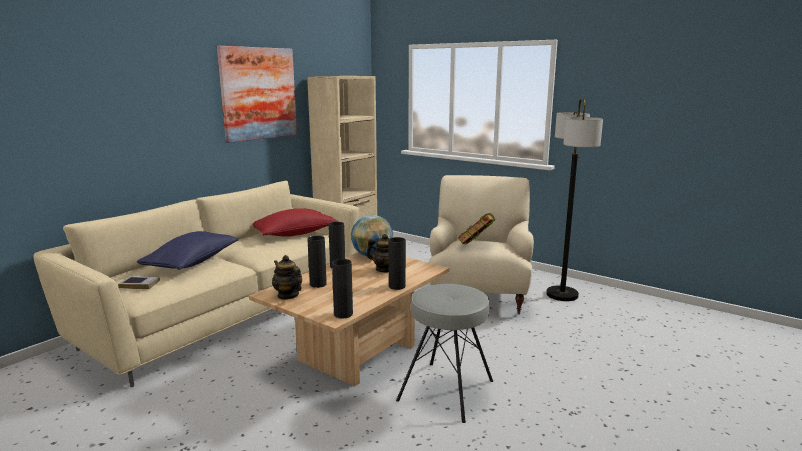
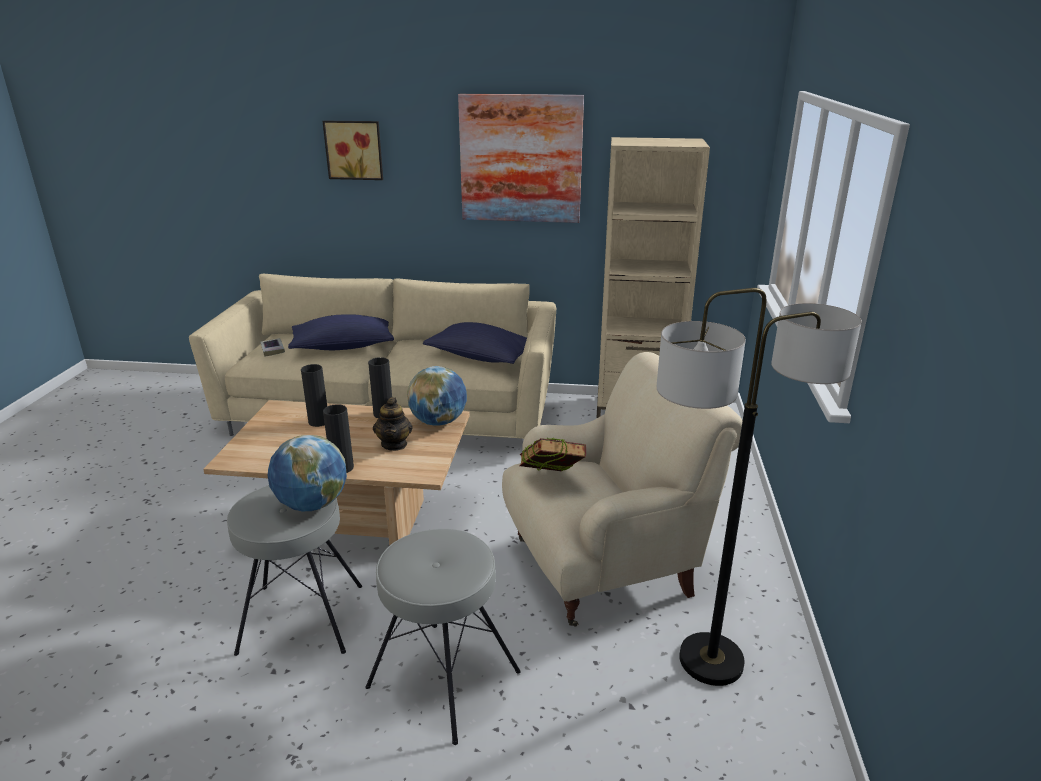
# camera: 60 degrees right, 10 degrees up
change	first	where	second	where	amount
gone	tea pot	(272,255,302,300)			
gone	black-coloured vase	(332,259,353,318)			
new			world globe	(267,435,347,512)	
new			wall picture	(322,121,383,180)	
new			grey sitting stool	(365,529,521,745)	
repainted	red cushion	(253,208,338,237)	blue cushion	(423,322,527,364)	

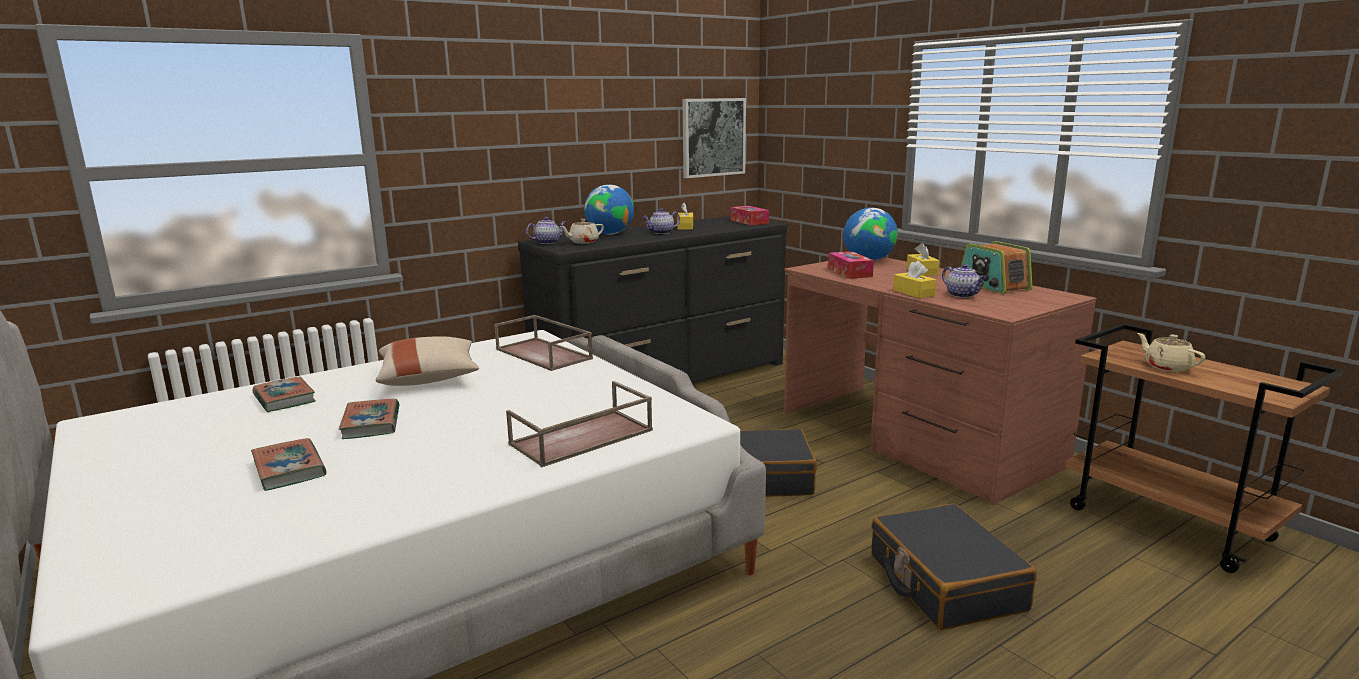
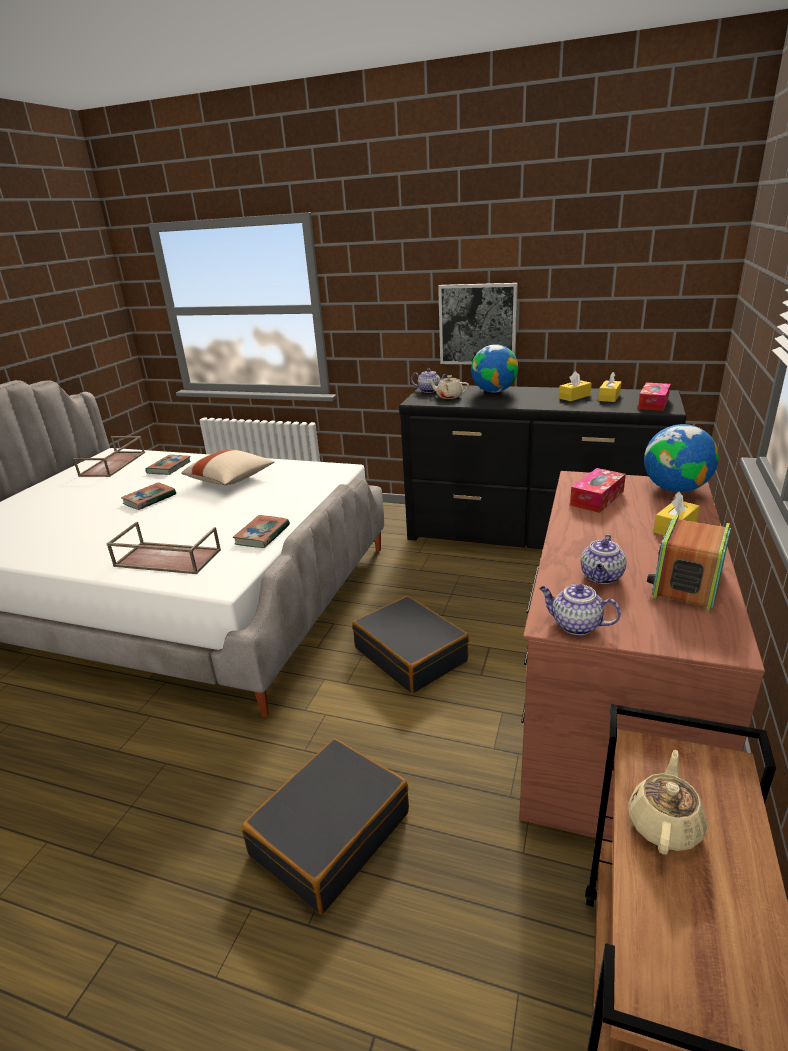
# camera: 55 degrees right, 10 degrees up
change	first	where	second	where	amount
shifted	volume	(251,438,326,491)		(233,515,290,548)	
shifted	brown-coloured tray	(494,315,593,371)		(73,436,145,477)	
shifted	tea pot	(642,208,680,234)		(539,584,621,635)	
shifted	wall picture	(682,98,746,178)		(438,283,518,364)	
shifted	yellow-coloured tissue holder	(893,260,936,298)		(598,372,621,402)	

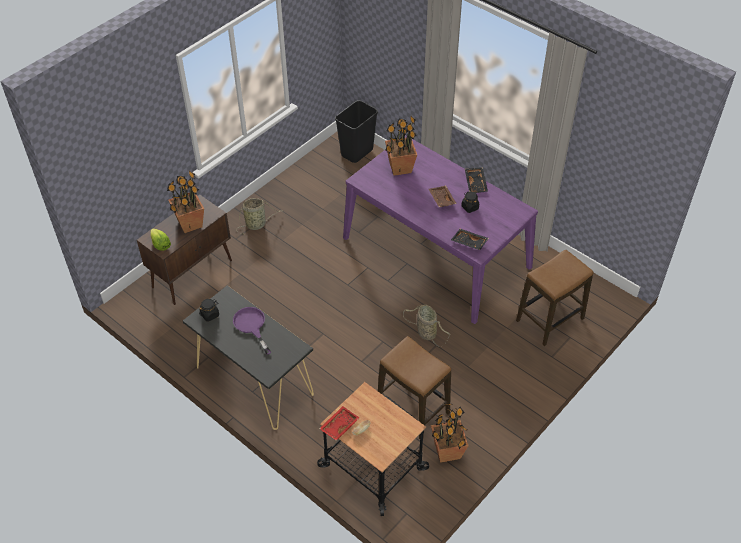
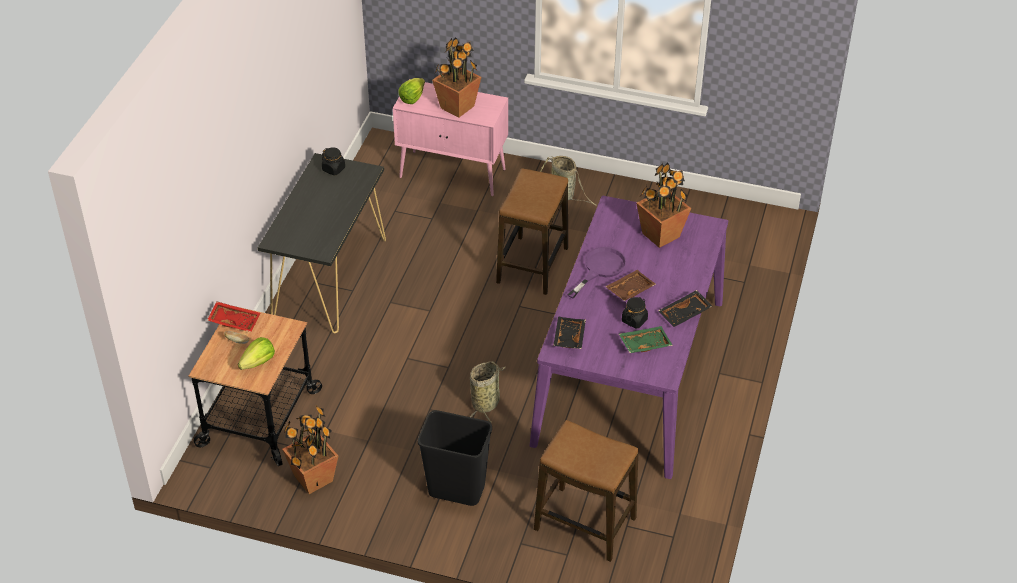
# camera: 65 degrees right, 5 degrees down
change	first	where	second	where	amount
new			lettuce	(238,337,275,370)	
new			greenish tray	(619,326,673,353)	
shifted	purplish pan	(233,307,271,355)		(567,247,626,299)	
shifted	black-coloured trash can	(335,100,378,163)		(418,410,492,506)	
shifted	sitting stool	(378,336,451,439)		(496,168,568,295)	
repainted	brown-coloured cabinet	(137,195,232,305)	pink cabinet	(393,79,508,196)	

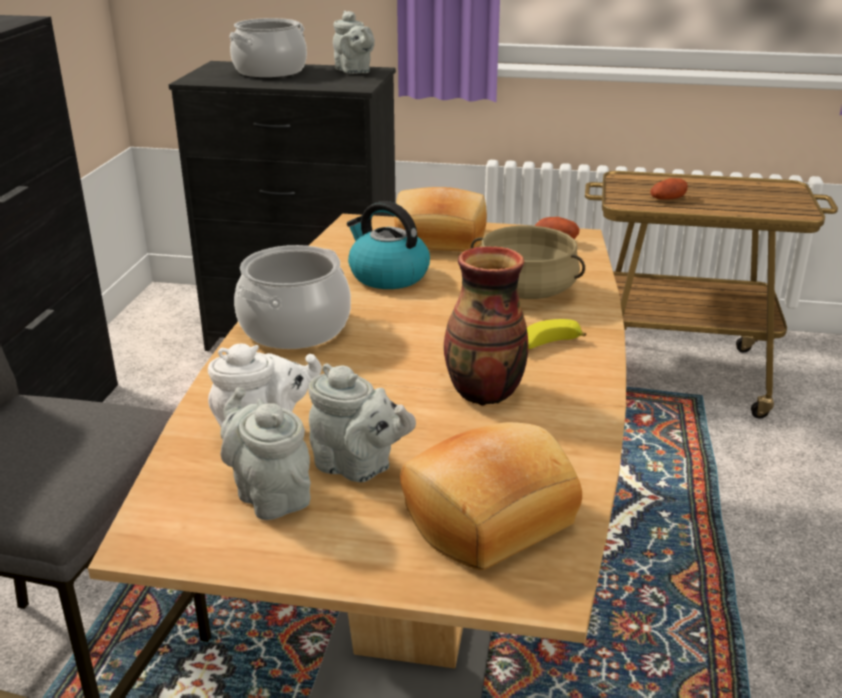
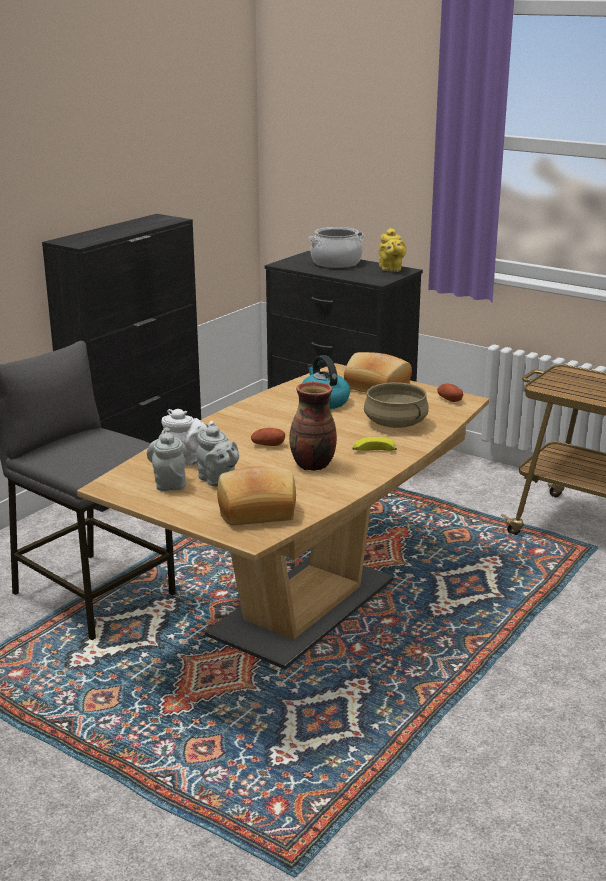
# camera: 25 degrees right, 5 degrees down
change	first	where	second	where	amount
gone	stockpot	(234,245,351,349)			
shifted	whole potato	(650,178,688,199)		(251,428,285,446)	
repainted	grey tea pot	(333,11,375,74)	yellow-coloured tea pot	(379,228,406,272)	

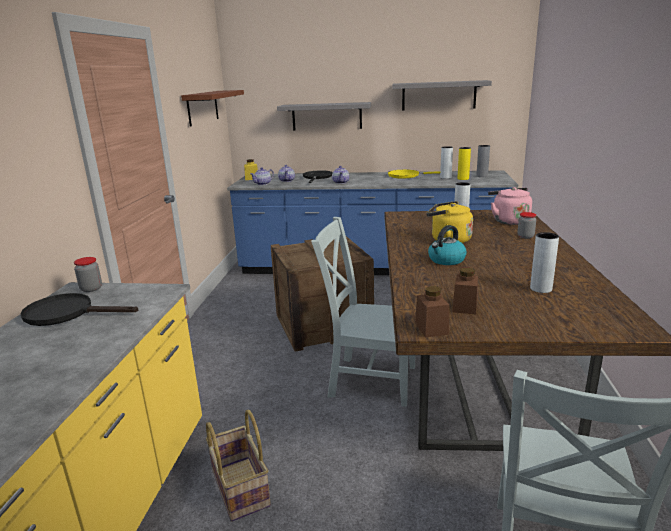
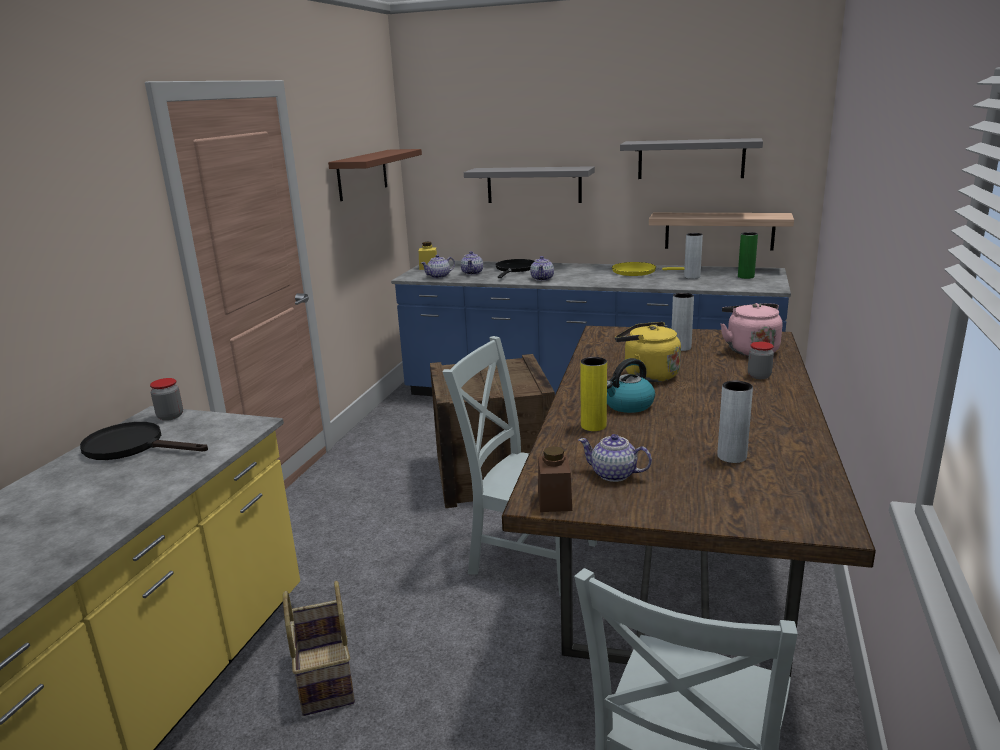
# camera: 10 degrees right, 0 degrees up
change	first	where	second	where	amount
new			wall shelf	(649,213,794,250)	
shifted	yellow-coloured vase	(458,147,471,180)		(580,357,607,431)	
swapped	brown-coloured preserve jar	(453,267,478,315)	tea pot	(578,434,652,482)	
repainted	grey vase	(477,145,490,177)	greenish vase	(738,232,758,279)	

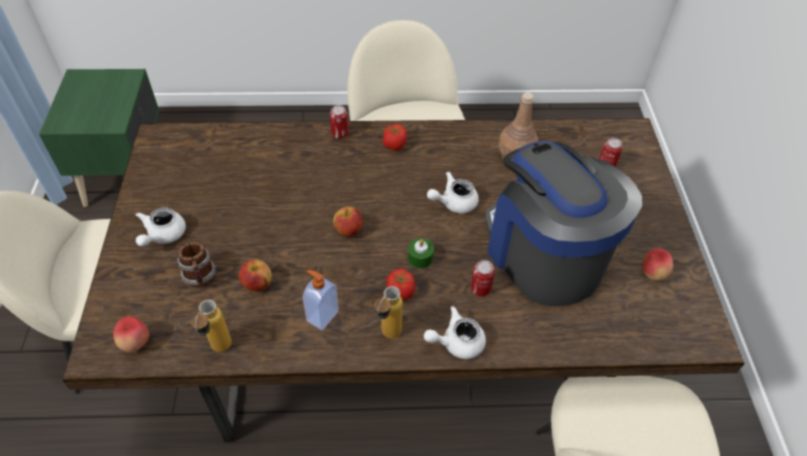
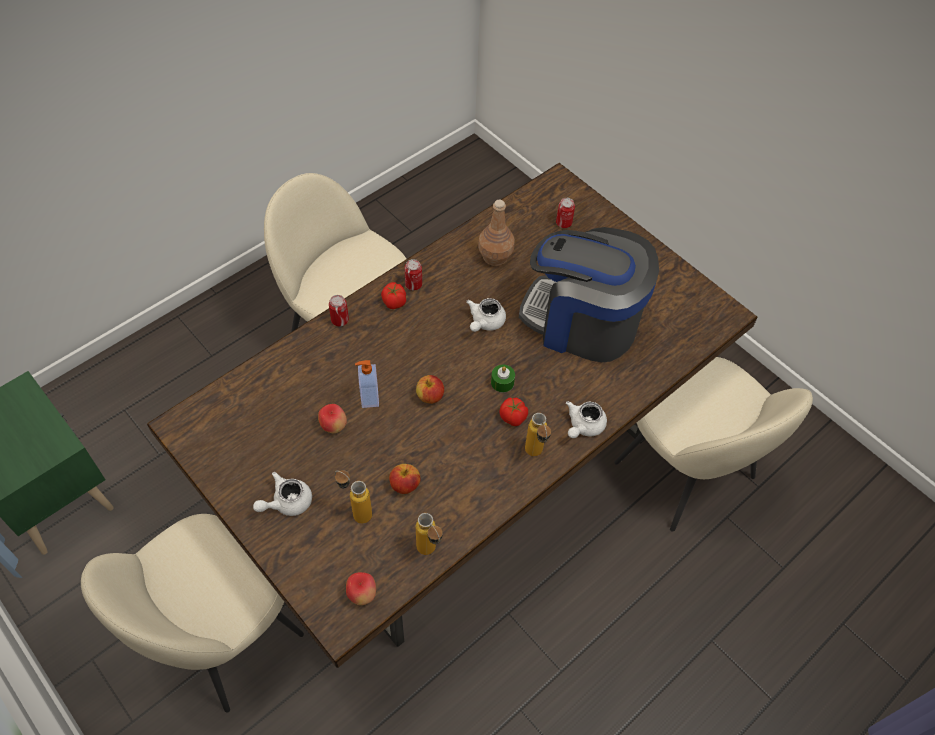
# camera: 40 degrees left, 5 degrees up
change	first	where	second	where	amount
shifted	soap bottle	(303,270,339,330)		(355,360,379,408)	
shifted	sealed can	(470,260,495,296)		(405,259,422,290)	
shifted	apple	(642,249,673,281)		(318,404,347,433)	
swapped	coffee mug	(177,242,216,287)	drink bottle	(335,470,372,524)	
rotated	white-coloured tea pot	(135,207,186,246)		(253,472,312,516)	75 degrees clockwise

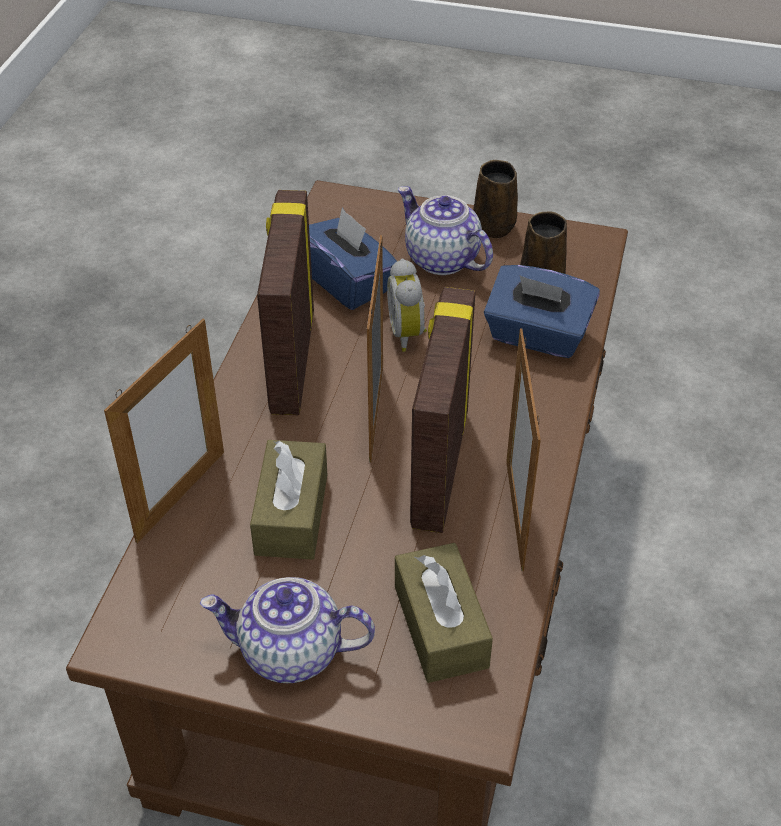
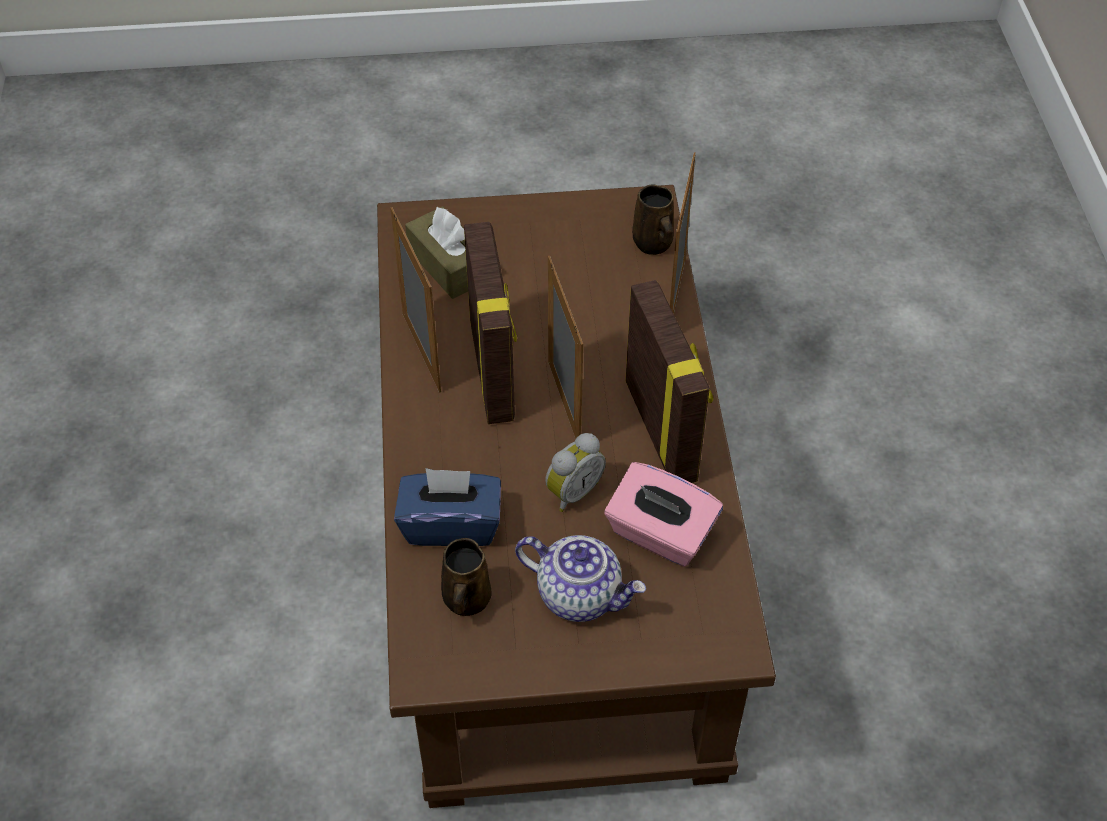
# camera: 160 degrees right, 5 degrees up
change	first	where	second	where	amount
gone	tea pot	(200,577,375,683)			
gone	brown-coloured tissue holder	(250,440,327,560)			
shifted	brown-coloured coffee mug	(473,160,518,238)		(632,184,674,255)	
repainted	blue tissue holder	(309,208,397,310)	pink tissue holder	(604,462,723,566)	
rotated	table clock	(387,259,427,352)		(545,433,606,512)	75 degrees clockwise

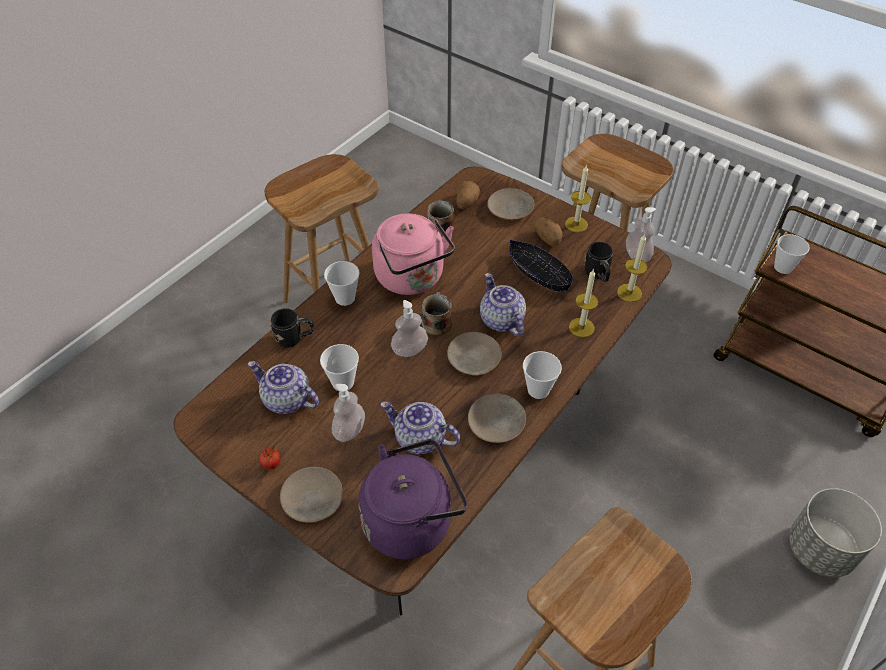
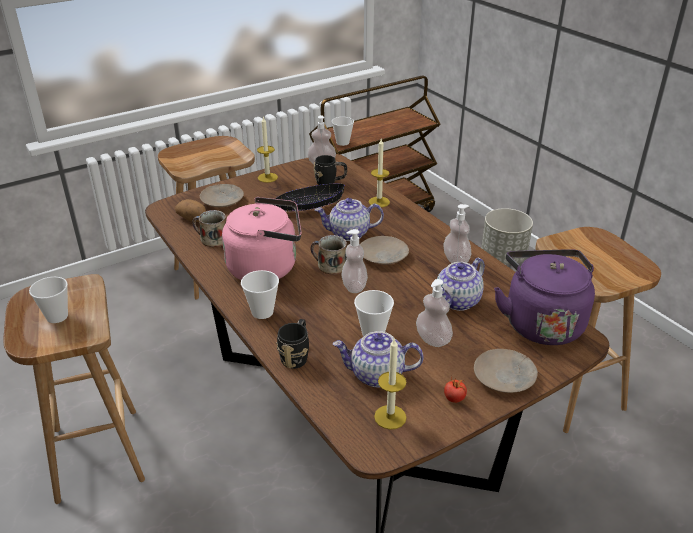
# camera: 70 degrees left, 15 degrees down
change	first	where	second	where	amount
gone	whole potato	(533,217,563,246)			
shifted	cup	(523,351,562,399)		(29,277,68,323)	
shifted	wax light	(617,234,647,302)		(374,337,407,430)	
swapped	beige plate	(468,393,526,443)	soap bottle	(443,204,471,263)	
rotated	tea pot	(248,361,319,414)		(333,331,424,387)	45 degrees clockwise

